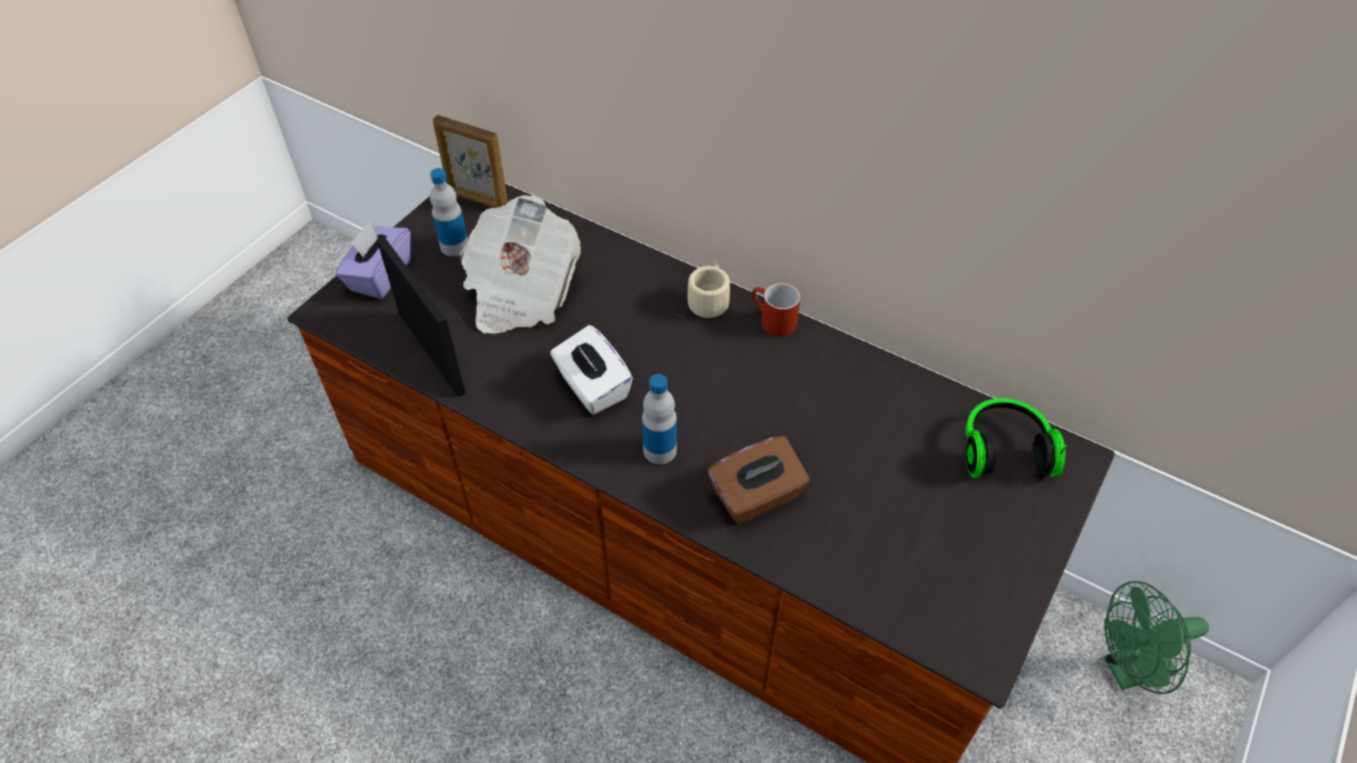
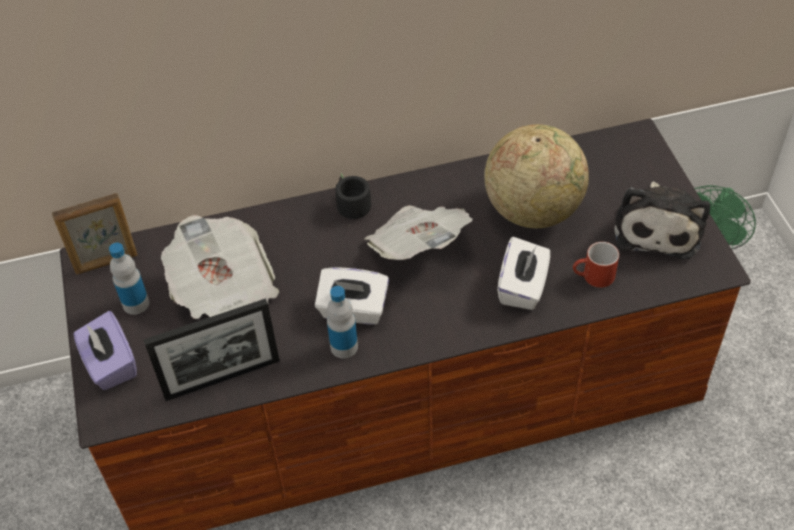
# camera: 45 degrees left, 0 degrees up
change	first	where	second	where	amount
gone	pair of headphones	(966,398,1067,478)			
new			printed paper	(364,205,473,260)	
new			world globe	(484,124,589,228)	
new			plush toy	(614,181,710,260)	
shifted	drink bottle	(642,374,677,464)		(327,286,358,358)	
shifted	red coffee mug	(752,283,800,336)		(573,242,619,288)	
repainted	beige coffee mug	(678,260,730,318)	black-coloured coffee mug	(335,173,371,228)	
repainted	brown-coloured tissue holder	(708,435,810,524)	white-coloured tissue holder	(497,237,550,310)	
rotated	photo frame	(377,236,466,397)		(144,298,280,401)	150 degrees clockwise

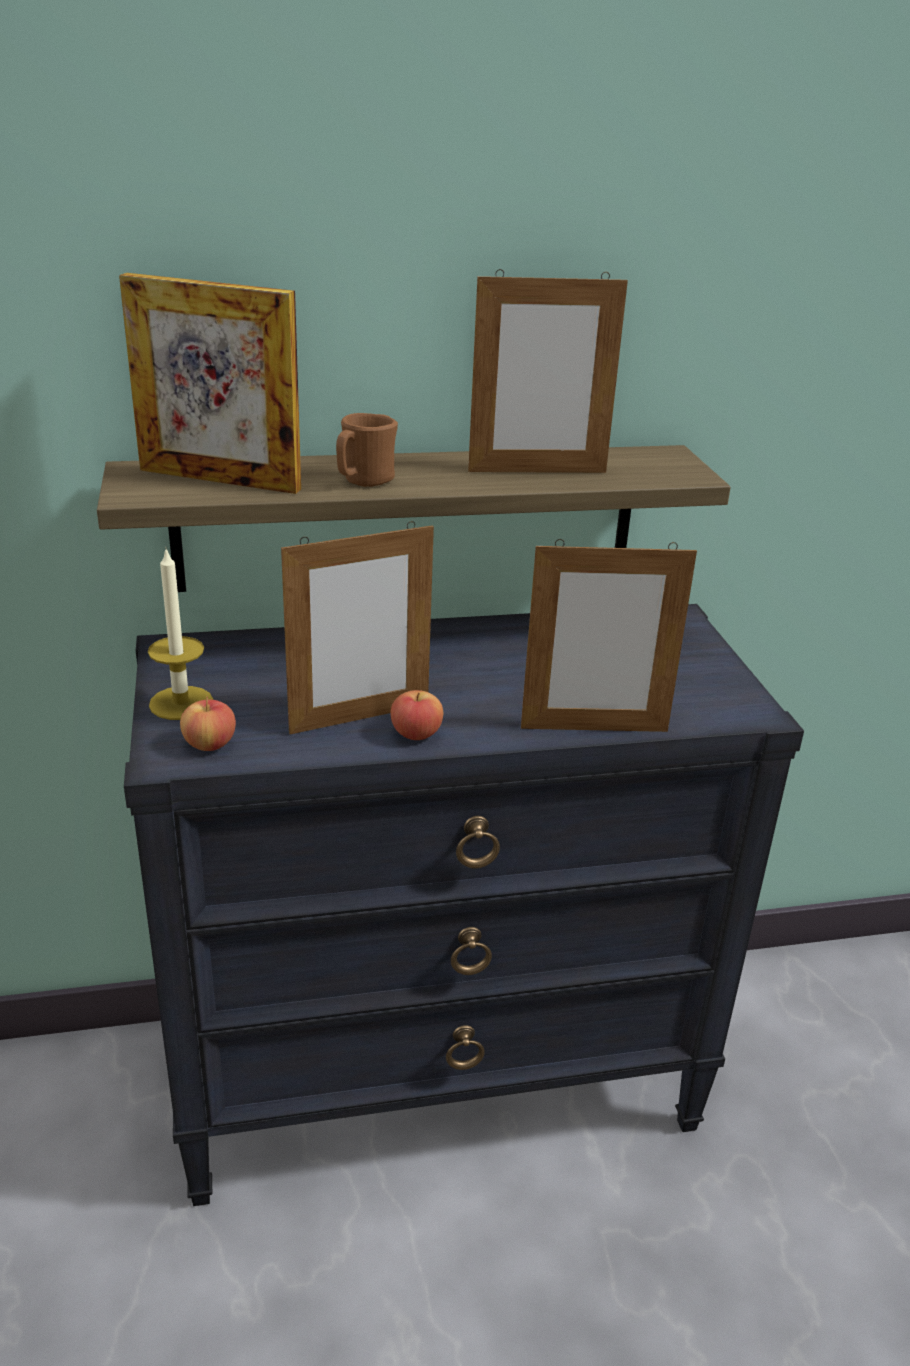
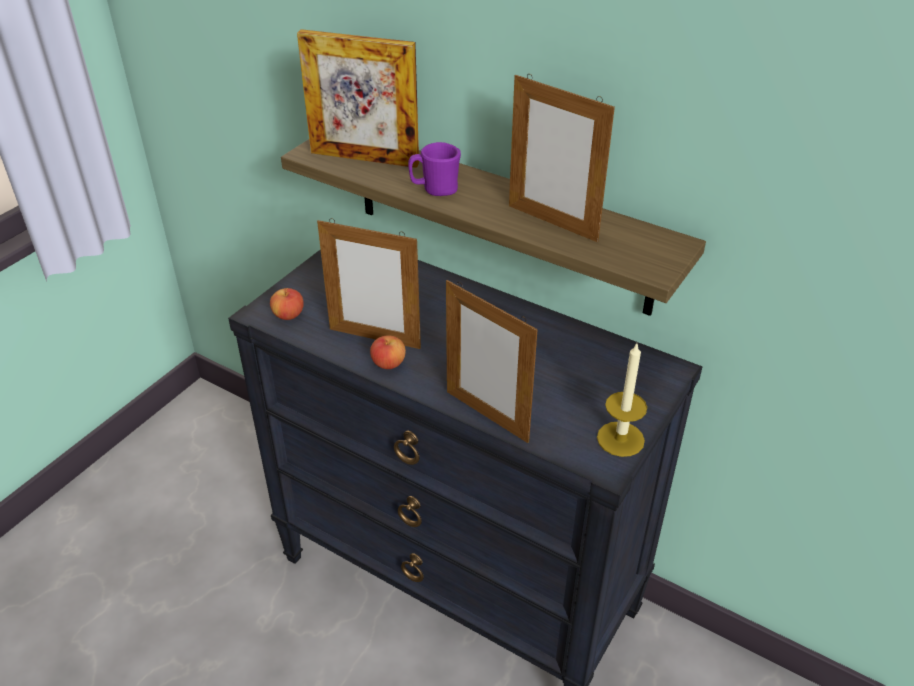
# camera: 45 degrees right, 10 degrees up
change	first	where	second	where	amount
shifted	wax light	(148,547,213,720)		(597,344,647,457)	
repainted	brown-coloured coffee mug	(336,413,398,487)	purplish coffee mug	(408,142,461,196)	
rotated	photo frame	(119,273,301,494)		(297,29,419,168)	45 degrees counterclockwise

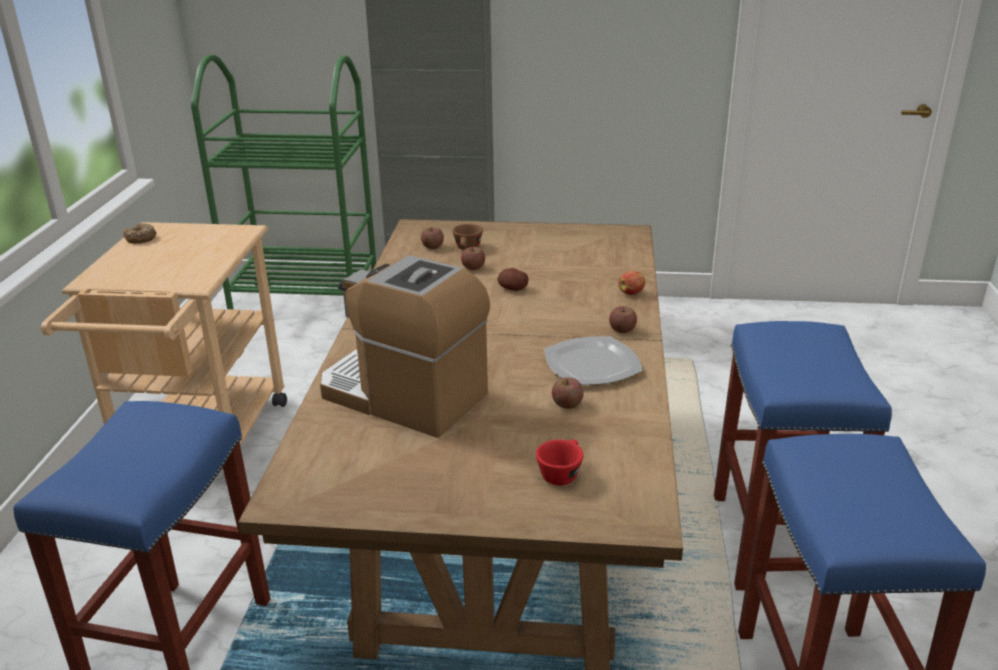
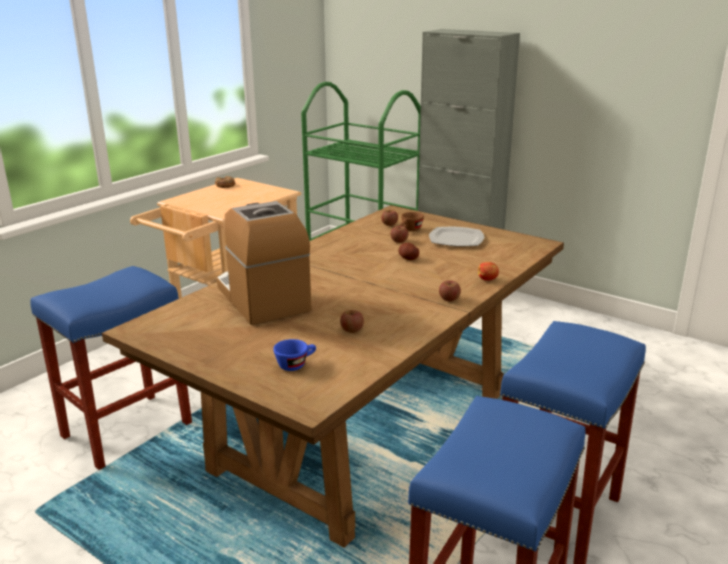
# camera: 30 degrees right, 5 degrees down
change	first	where	second	where	amount
shifted	plate	(544,336,643,385)		(429,227,484,246)	
repainted	red cup	(536,439,584,485)	blue cup	(273,339,316,371)	

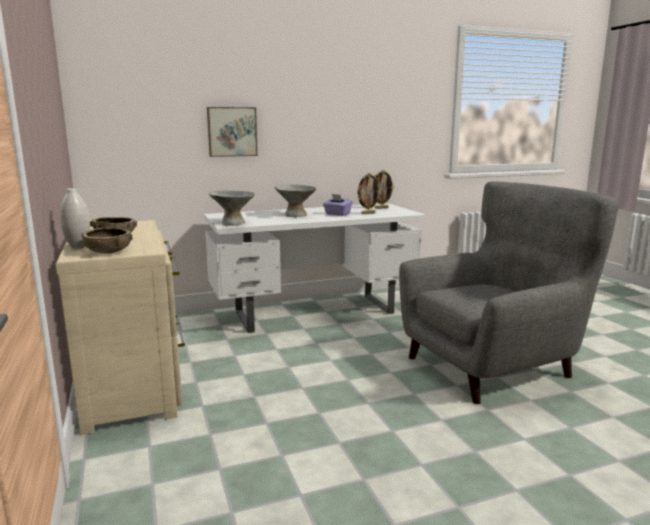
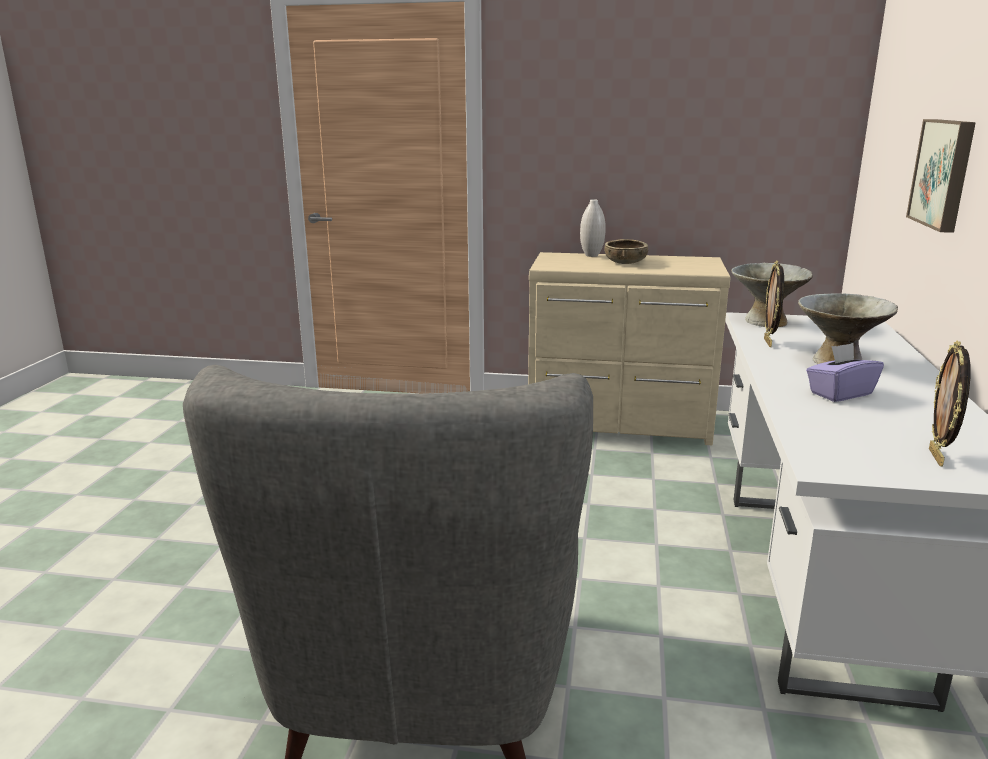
# camera: 120 degrees right, 5 degrees up
change	first	where	second	where	amount
gone	brown-coloured deep dish	(82,228,133,254)			
shifted	photo frame	(357,173,381,214)		(764,260,784,347)	

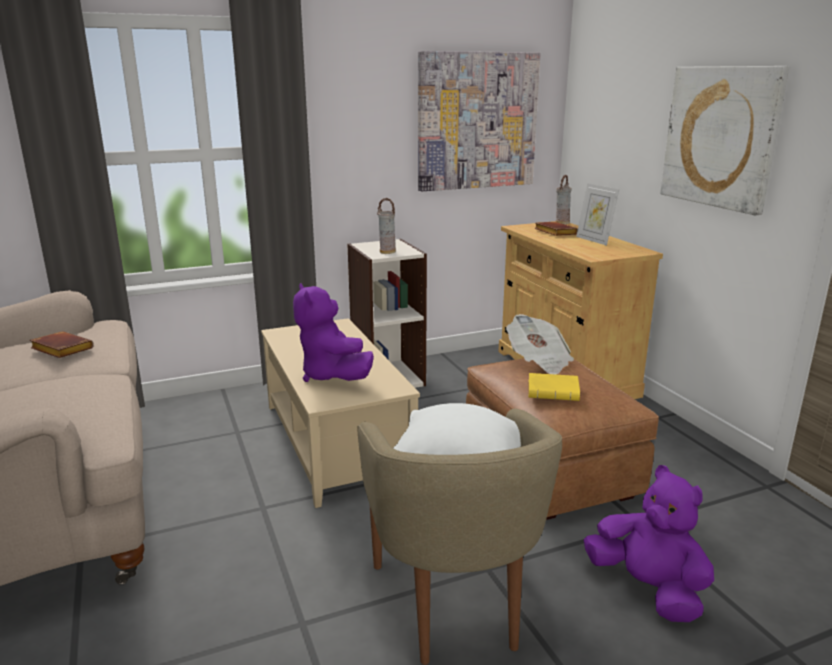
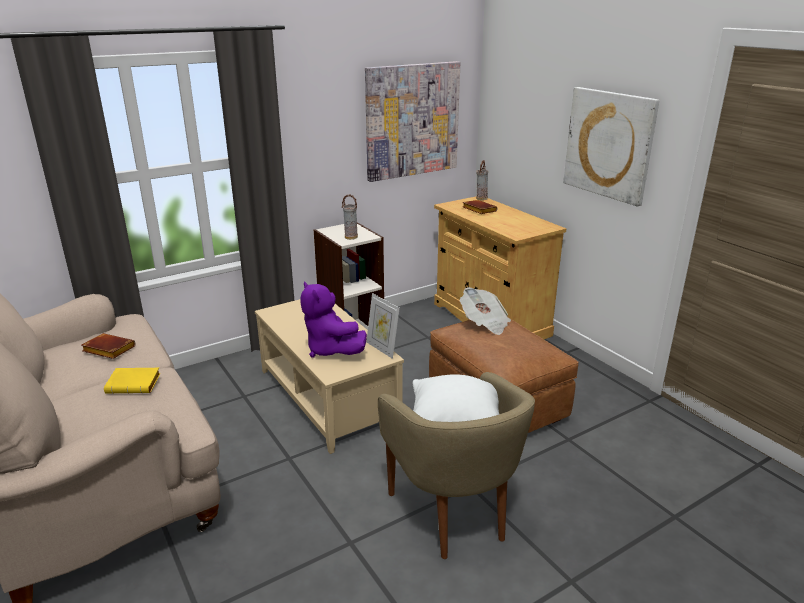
# camera: 10 degrees left, 5 degrees up
change	first	where	second	where	amount
gone	purplish plush toy	(584,465,714,622)			
shifted	yellow-coloured volume	(528,373,580,401)		(104,368,160,394)	
shifted	photo frame	(576,183,619,246)		(366,293,400,359)	

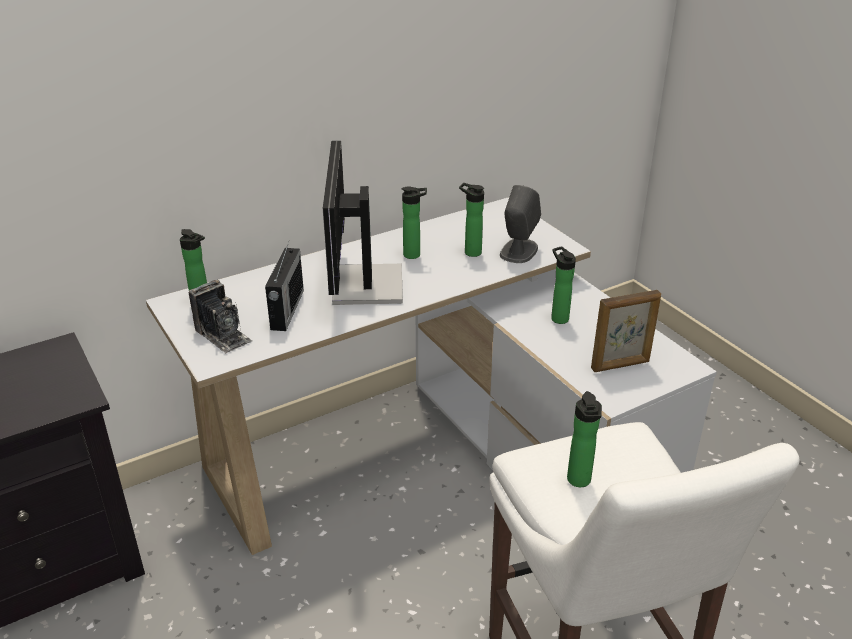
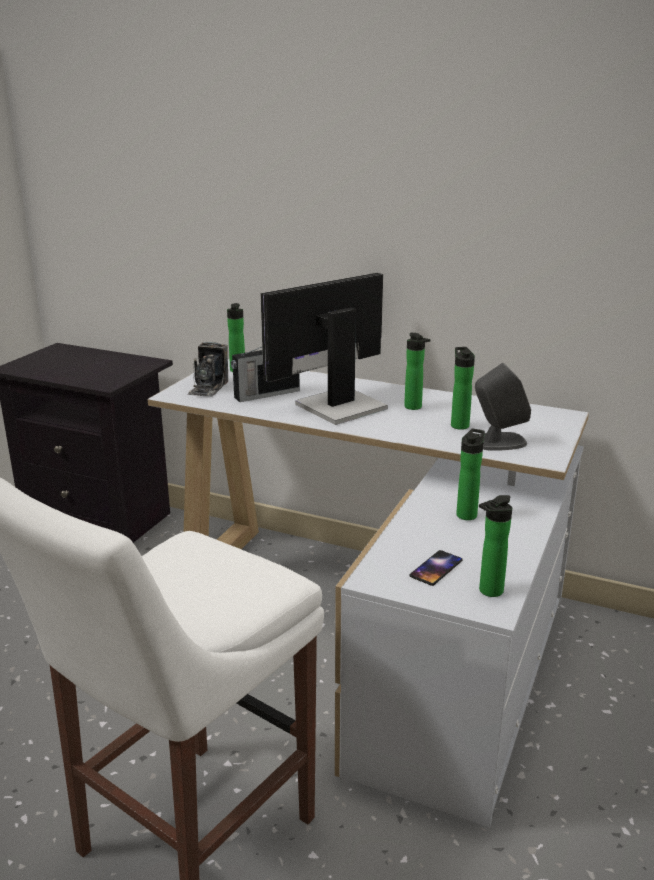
# camera: 55 degrees right, 10 degrees down
change	first	where	second	where	amount
shifted	drink bottle	(567,391,602,487)		(479,495,512,597)	
swapped	photo frame	(591,290,661,372)	handset	(409,550,463,586)	

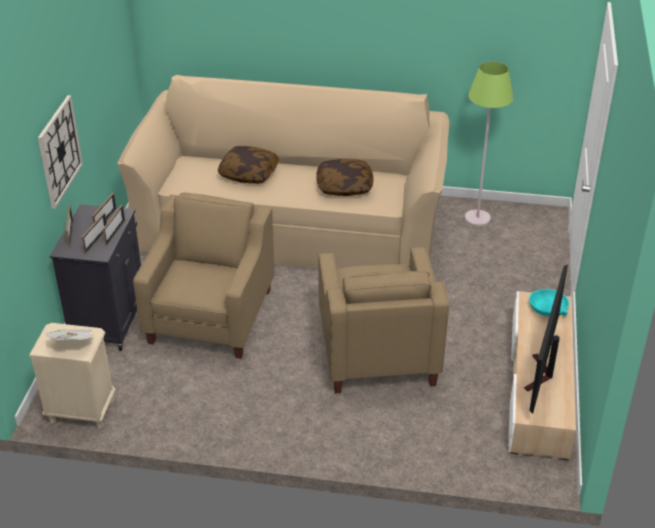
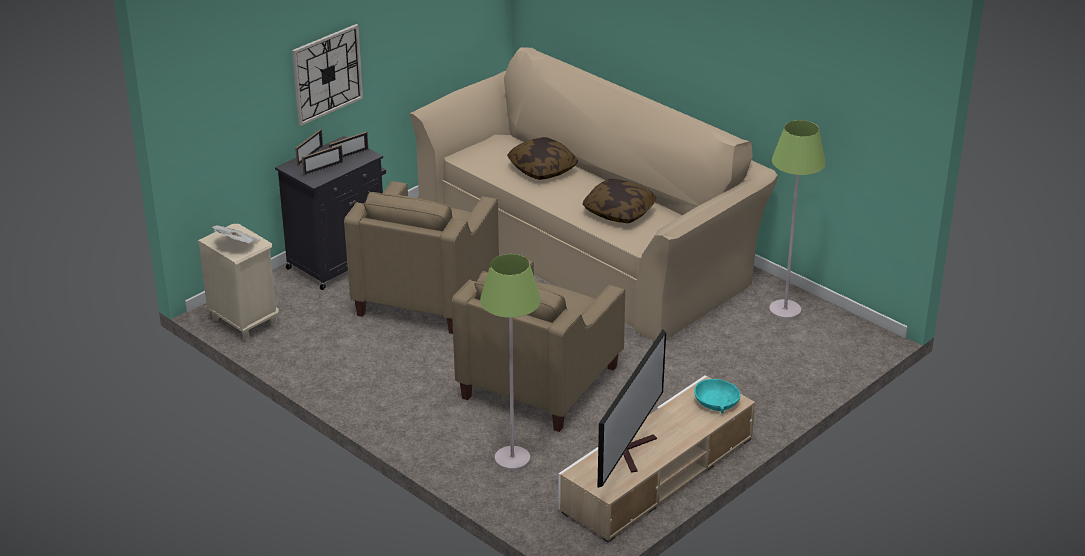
# camera: 35 degrees right, 5 degrees down
change	first	where	second	where	amount
gone	photo frame	(103,204,125,246)			
new			greenish standing lamp	(480,254,541,471)	
rotated	beige lounge chair	(133,192,275,359)		(344,181,499,334)	150 degrees clockwise
rotated	television	(524,265,568,414)		(597,329,666,488)	150 degrees clockwise

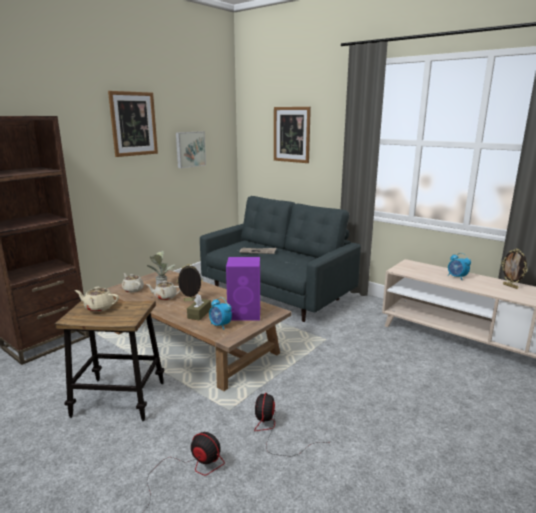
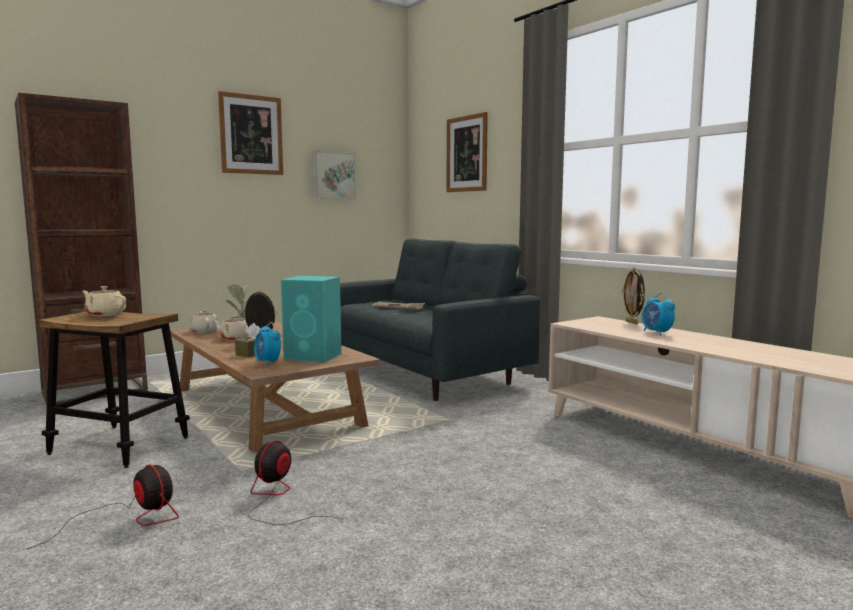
# camera: 15 degrees right, 10 degrees down
change	first	where	second	where	amount
shifted	photo frame	(501,249,528,289)		(622,267,645,325)	
repainted	purplish loudspeaker	(226,257,260,320)	blue-green loudspeaker	(281,276,342,363)	

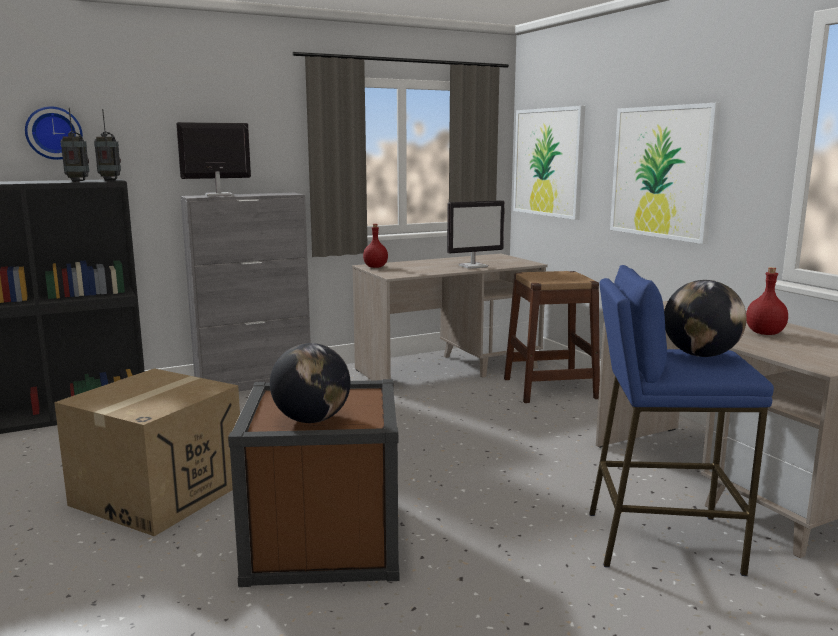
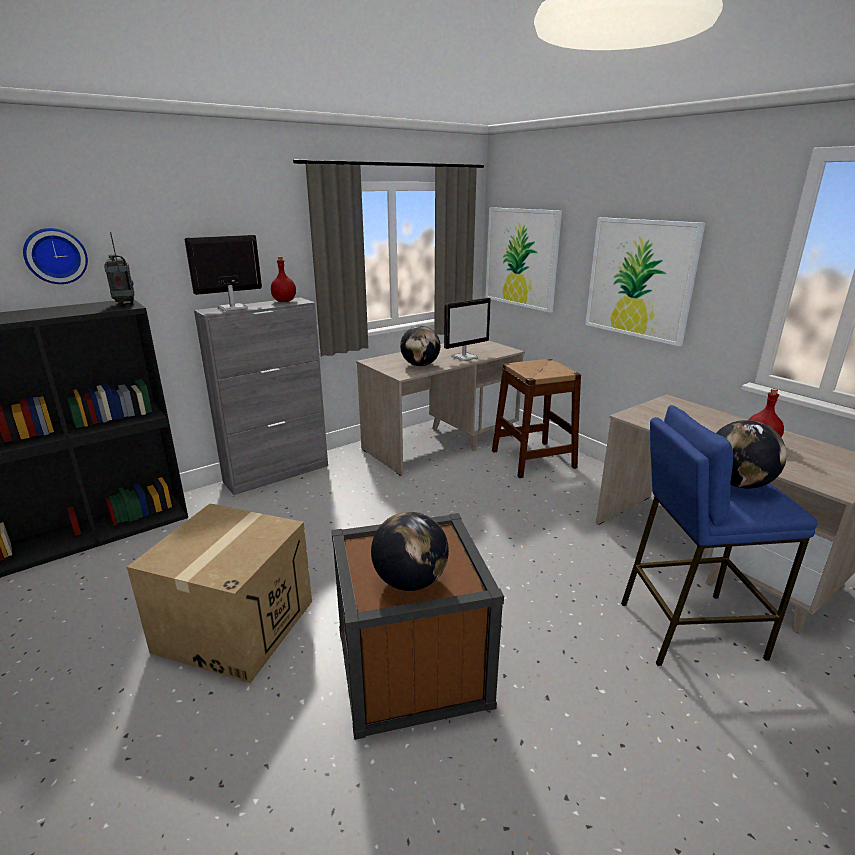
# camera: 10 degrees left, 10 degrees up
change	first	where	second	where	amount
gone	radio set	(60,108,89,182)			
new			world globe	(400,326,440,366)	
shifted	red drink bottle	(363,224,388,268)		(271,257,296,302)	

